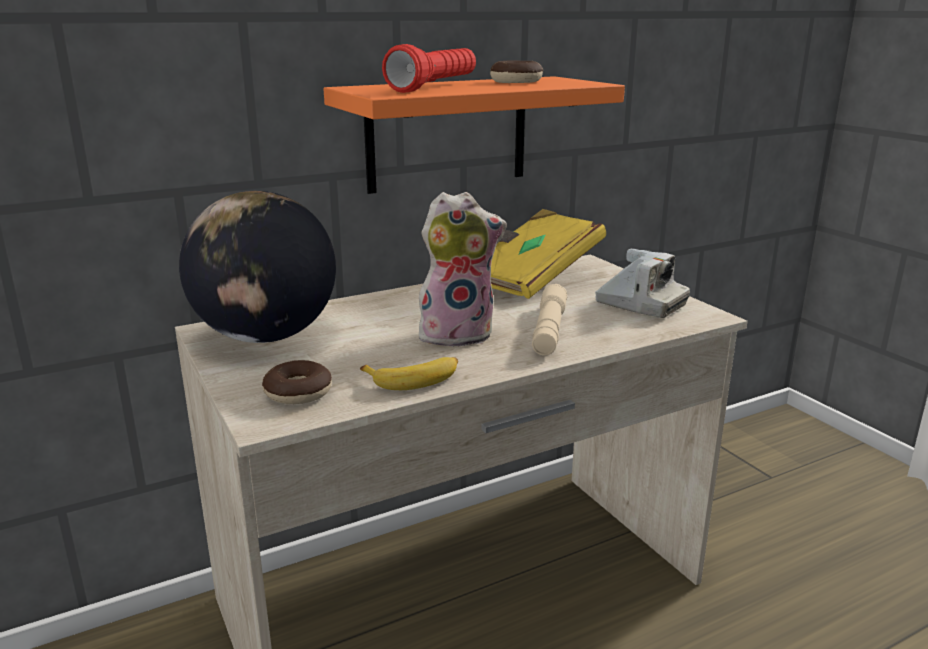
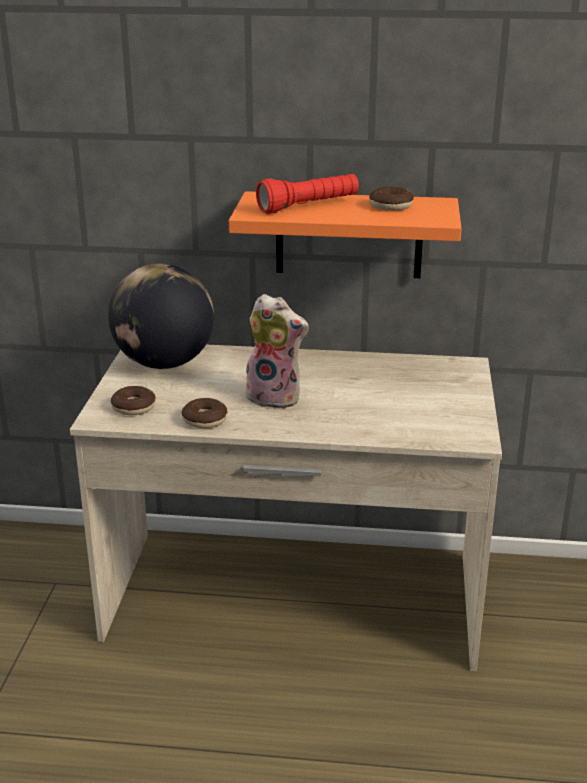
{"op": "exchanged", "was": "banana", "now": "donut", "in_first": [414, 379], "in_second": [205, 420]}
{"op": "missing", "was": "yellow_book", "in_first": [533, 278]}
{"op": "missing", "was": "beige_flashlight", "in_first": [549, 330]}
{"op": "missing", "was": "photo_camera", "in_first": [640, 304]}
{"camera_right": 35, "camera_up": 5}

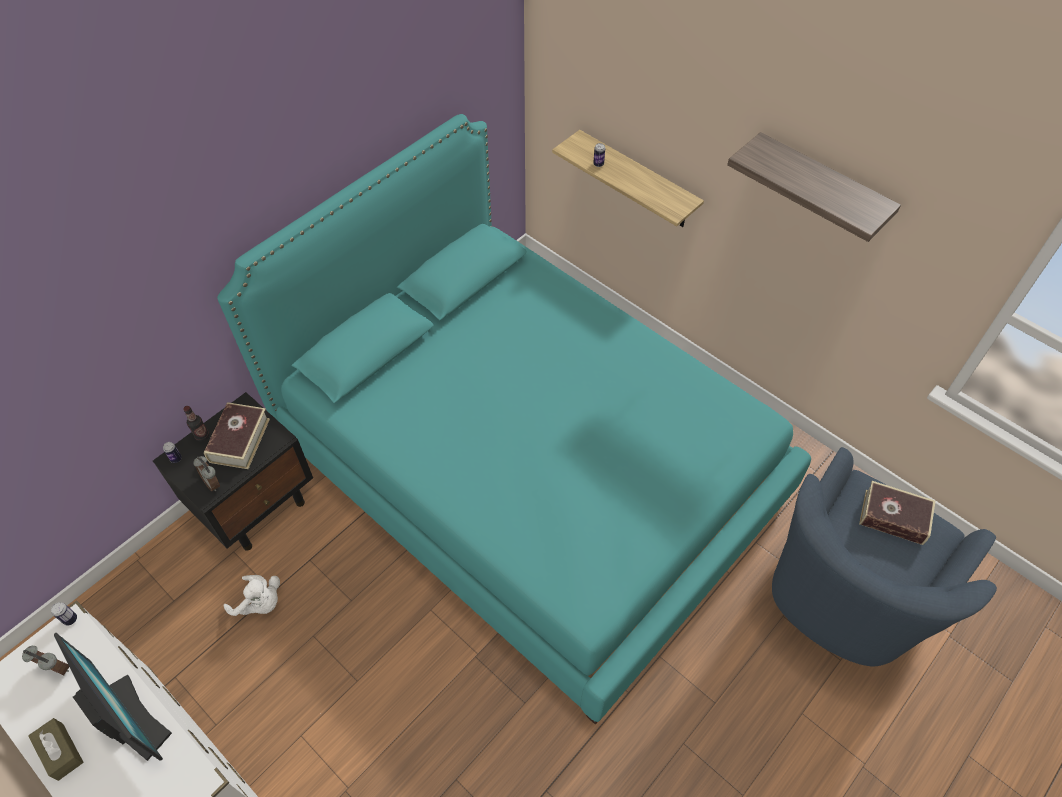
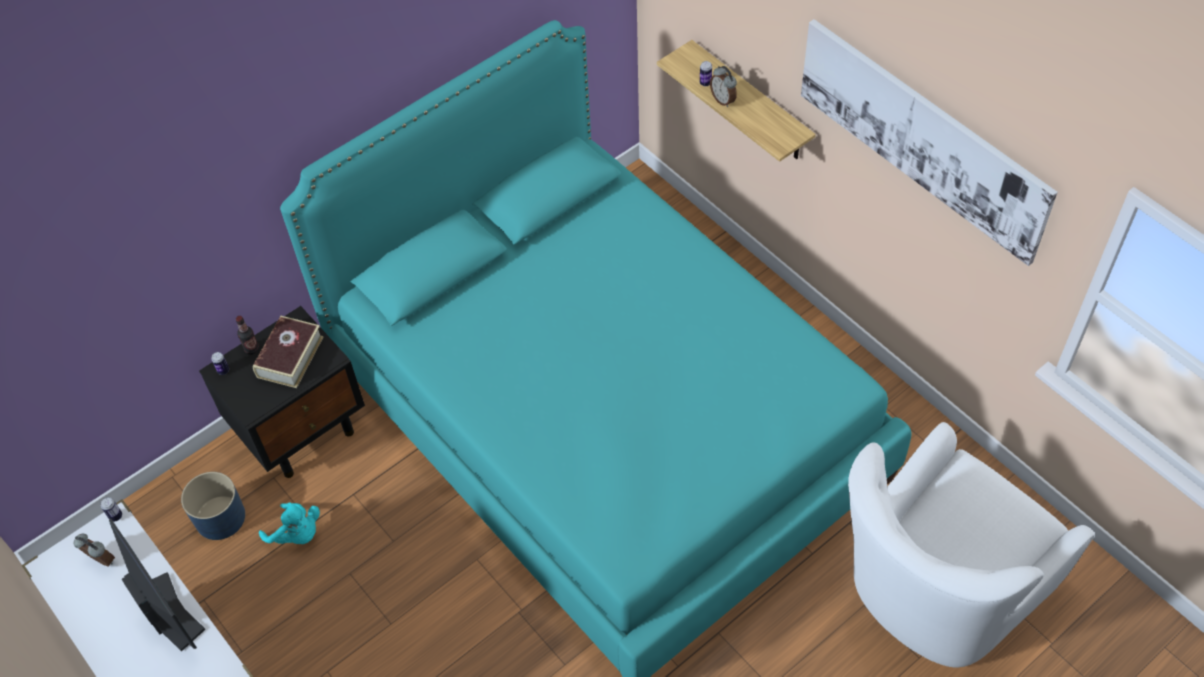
{"op": "appeared", "now": "blue_planter", "in_second": [221, 518]}
{"op": "colour", "was": "white_plush_toy", "now": "turquoise_plush_toy", "in_first": [260, 603], "in_second": [297, 534]}
{"op": "relocated", "was": "alarm_clock", "in_first": [213, 483], "in_second": [723, 100]}
{"op": "exchanged", "was": "shelf", "now": "picture", "in_first": [821, 188], "in_second": [921, 137]}
{"op": "colour", "was": "blue_armchair", "now": "white_armchair", "in_first": [843, 598], "in_second": [937, 592]}
{"op": "missing", "was": "brown_tissue_box", "in_first": [60, 751]}
{"op": "missing", "was": "book", "in_first": [893, 517]}
{"camera_right": 10, "camera_up": 0}

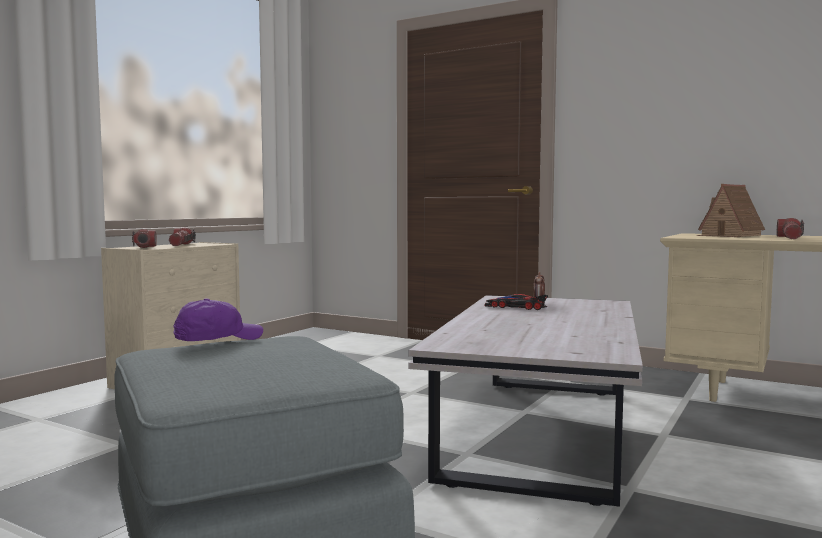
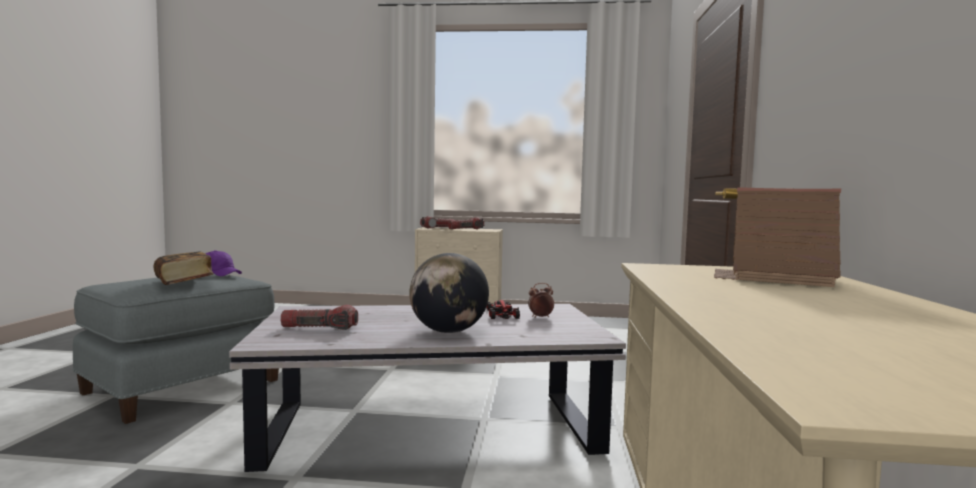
{"op": "appeared", "now": "book", "in_second": [184, 281]}
{"op": "relocated", "was": "flashlight", "in_first": [790, 238], "in_second": [320, 328]}
{"op": "appeared", "now": "globe", "in_second": [448, 331]}
{"camera_right": 65, "camera_up": 0}

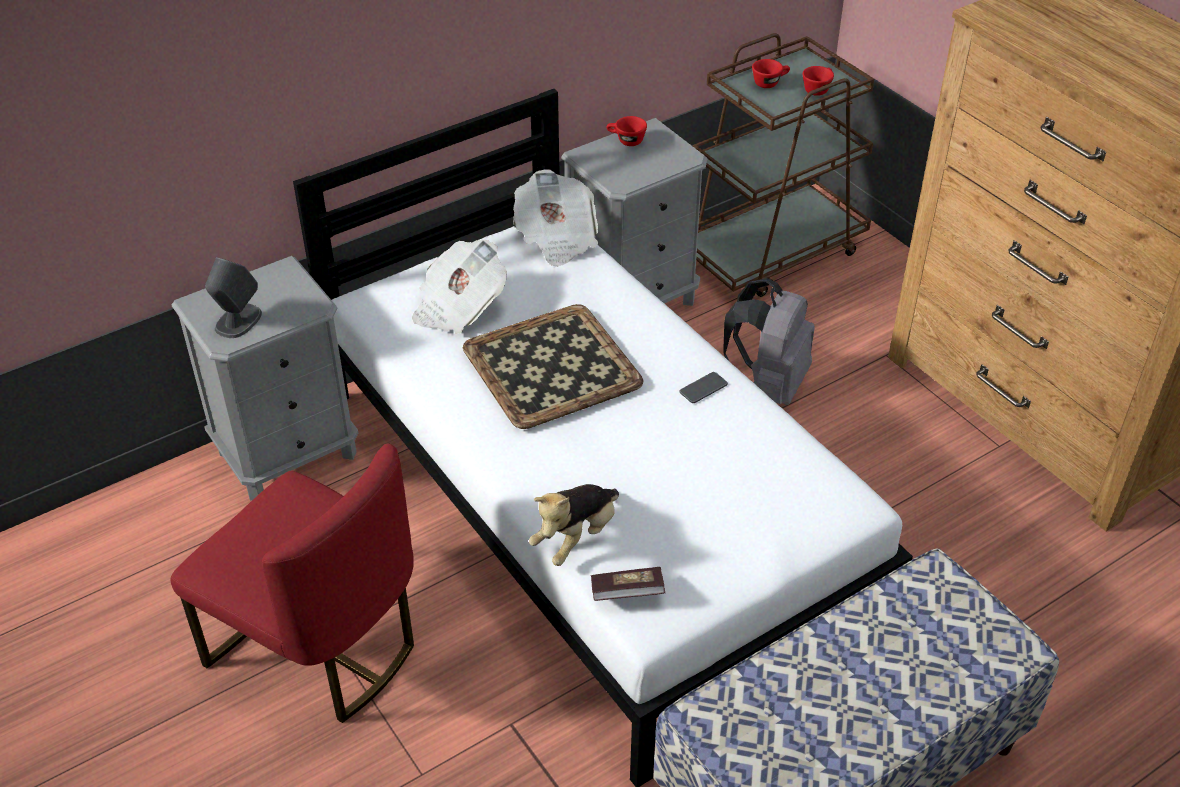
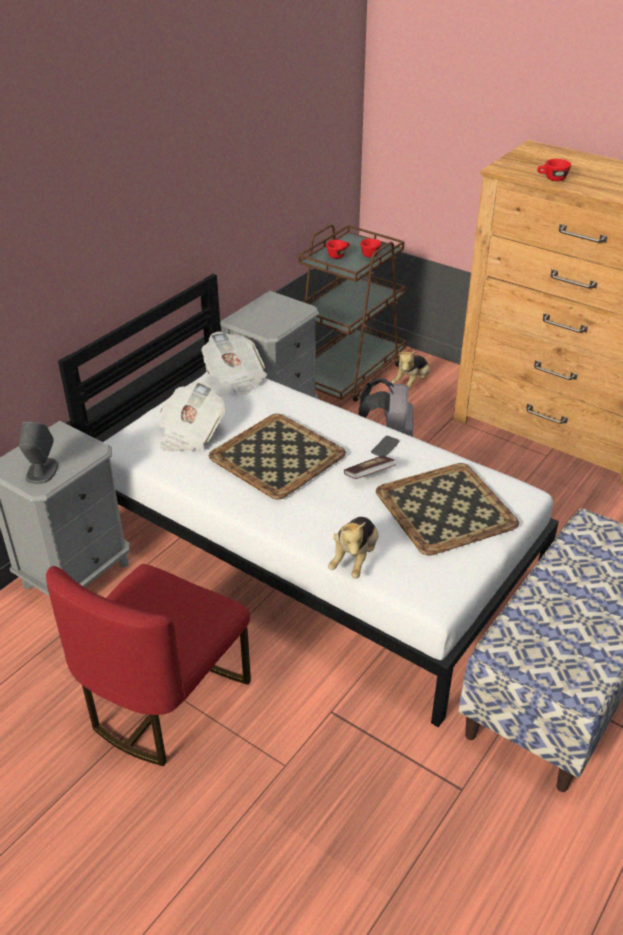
{"op": "spun", "was": "red_chair", "in_first": [318, 648], "in_second": [164, 701], "clockwise": 105}
{"op": "relocated", "was": "book", "in_first": [627, 594], "in_second": [369, 475]}
{"op": "appeared", "now": "tray", "in_second": [445, 509]}
{"op": "appeared", "now": "plush_toy", "in_second": [411, 383]}
{"op": "relocated", "was": "red_cup", "in_first": [626, 141], "in_second": [552, 179]}
{"camera_right": -20, "camera_up": -5}

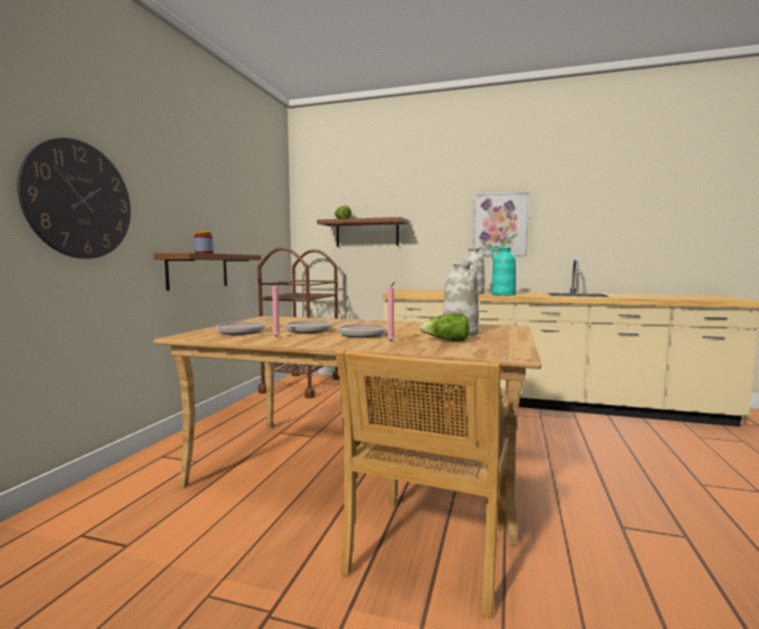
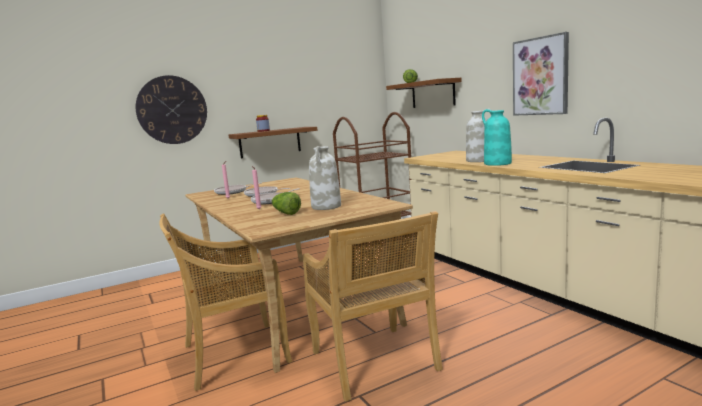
{"op": "appeared", "now": "beige_chair", "in_second": [374, 362]}
{"camera_right": 45, "camera_up": 5}

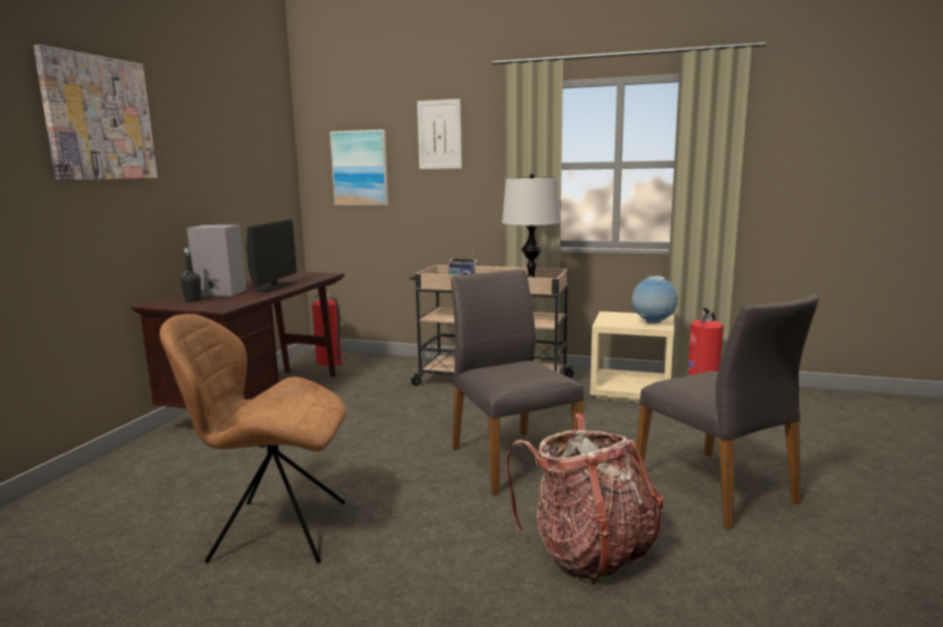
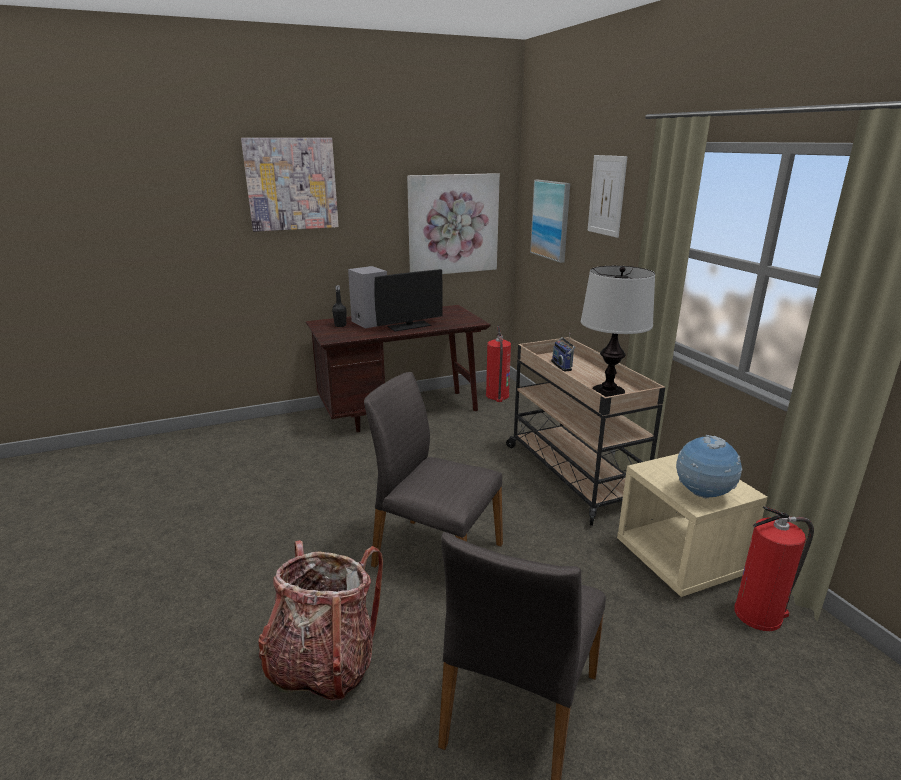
{"op": "spun", "was": "grey_chair", "in_first": [511, 459], "in_second": [435, 555], "clockwise": -90}
{"op": "appeared", "now": "picture", "in_second": [453, 224]}
{"op": "missing", "was": "brown_chair", "in_first": [274, 531]}
{"camera_right": 50, "camera_up": 10}

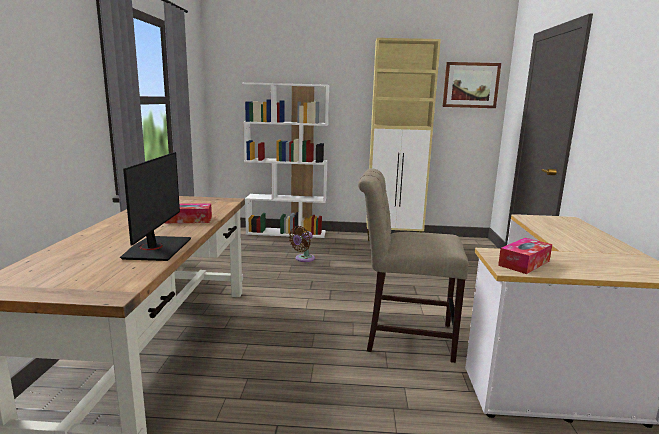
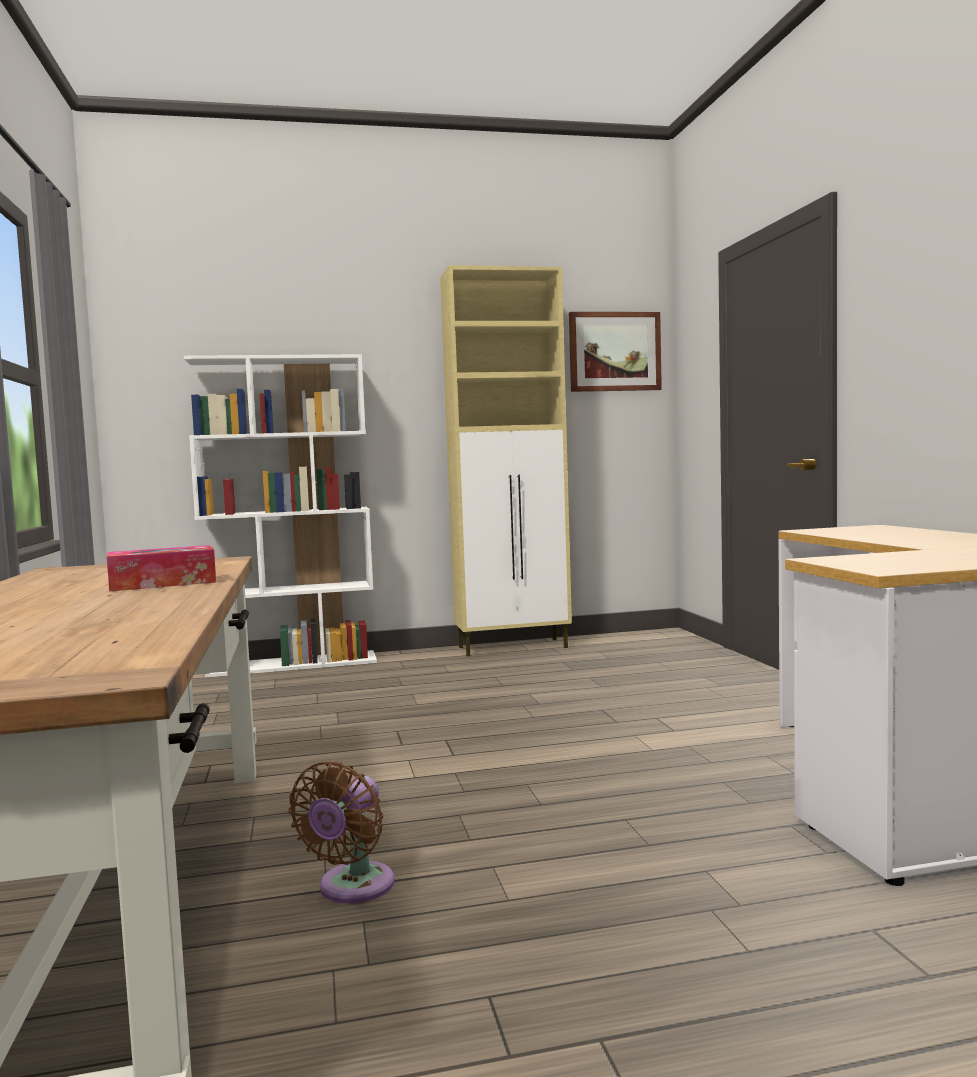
{"op": "relocated", "was": "brown_fan", "in_first": [303, 259], "in_second": [352, 888]}
{"op": "missing", "was": "monitor", "in_first": [157, 249]}
{"op": "missing", "was": "beige_chair", "in_first": [403, 336]}
{"op": "missing", "was": "tissue_box", "in_first": [524, 263]}
{"camera_right": -15, "camera_up": -10}

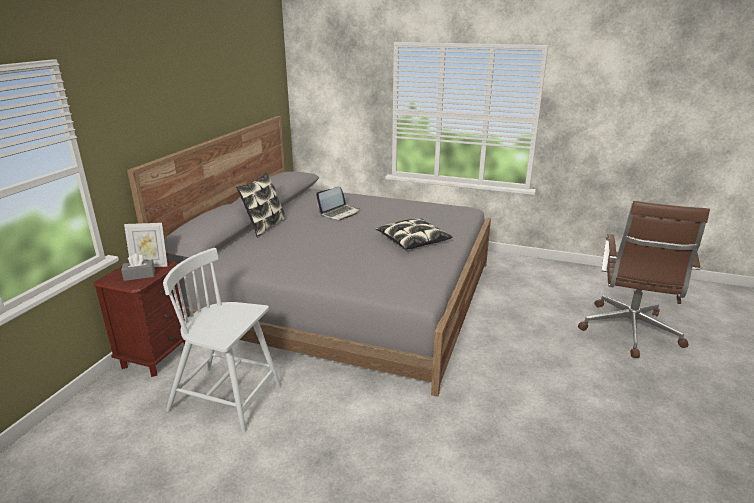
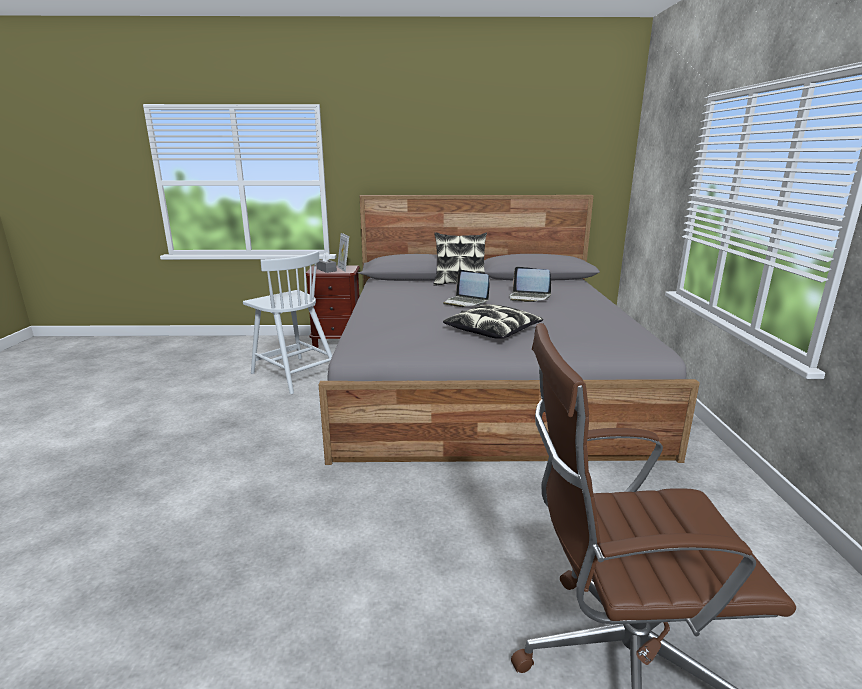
{"op": "spun", "was": "white_chair", "in_first": [227, 398], "in_second": [294, 374], "clockwise": 135}
{"op": "appeared", "now": "laptop", "in_second": [465, 302]}
{"camera_right": 70, "camera_up": -5}

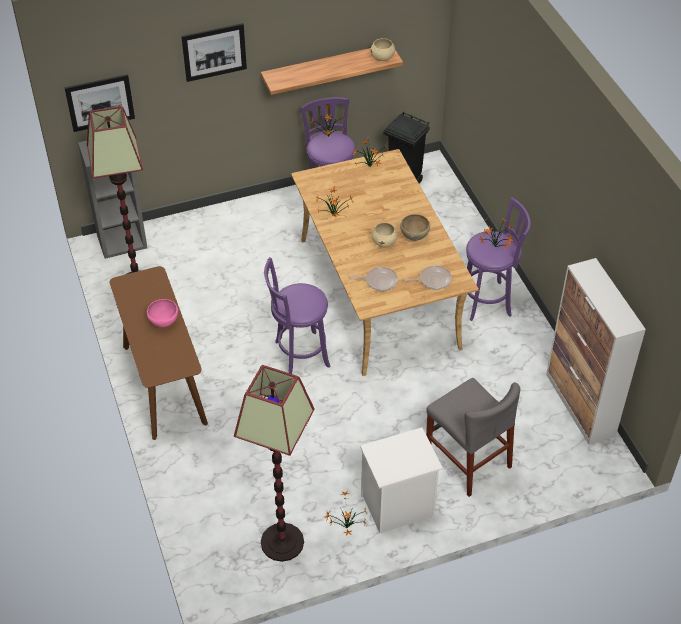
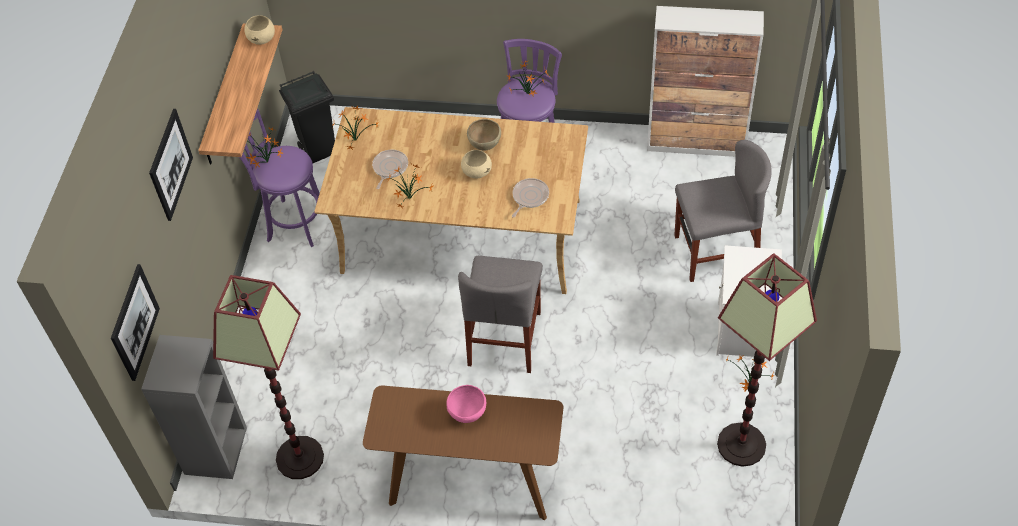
{"op": "relocated", "was": "frying_pan", "in_first": [433, 280], "in_second": [389, 168]}
{"op": "exchanged", "was": "purple_stool", "now": "grey_chair", "in_first": [299, 355], "in_second": [505, 338]}
{"camera_right": -60, "camera_up": 5}

